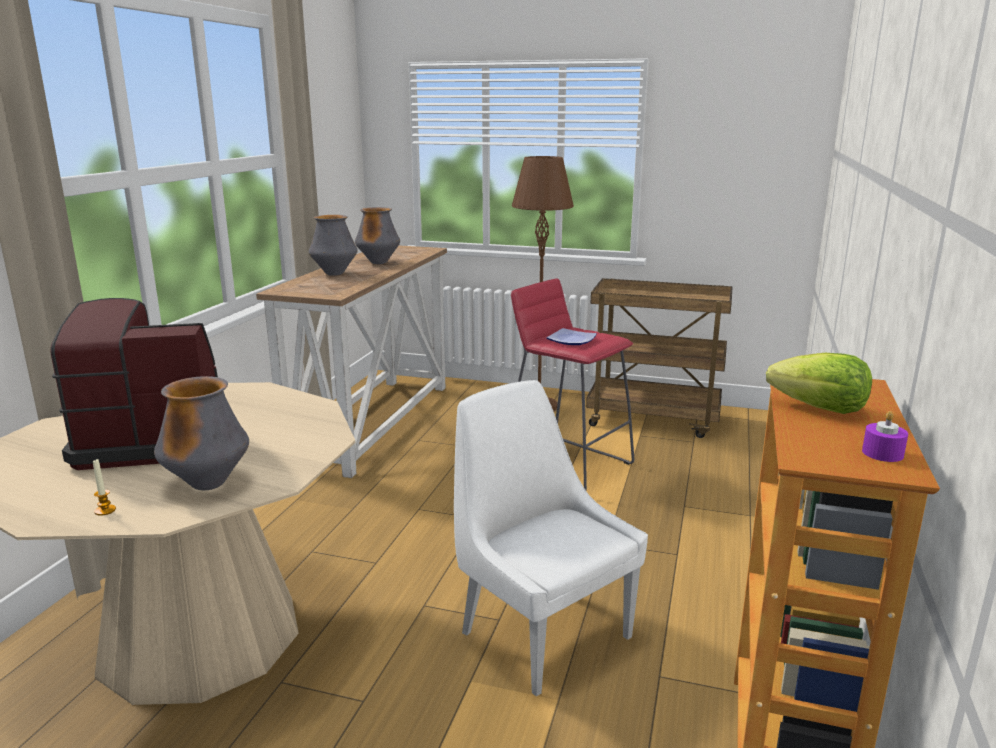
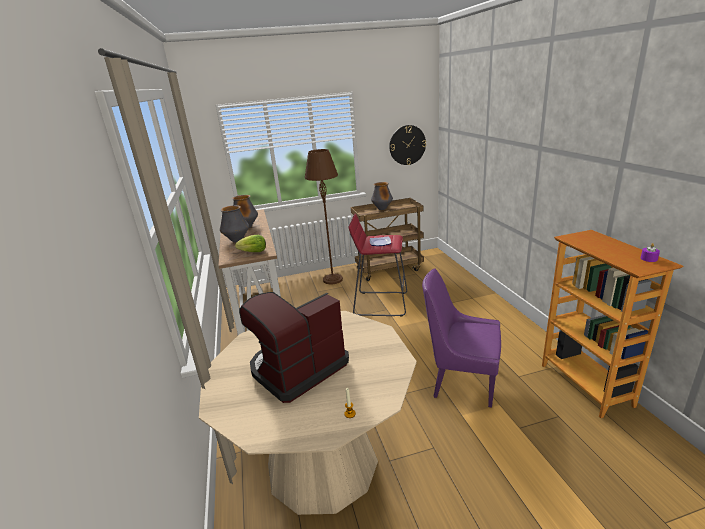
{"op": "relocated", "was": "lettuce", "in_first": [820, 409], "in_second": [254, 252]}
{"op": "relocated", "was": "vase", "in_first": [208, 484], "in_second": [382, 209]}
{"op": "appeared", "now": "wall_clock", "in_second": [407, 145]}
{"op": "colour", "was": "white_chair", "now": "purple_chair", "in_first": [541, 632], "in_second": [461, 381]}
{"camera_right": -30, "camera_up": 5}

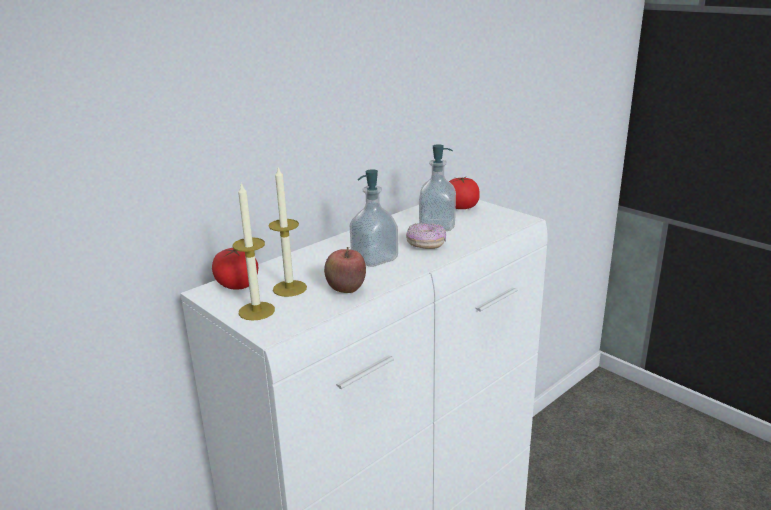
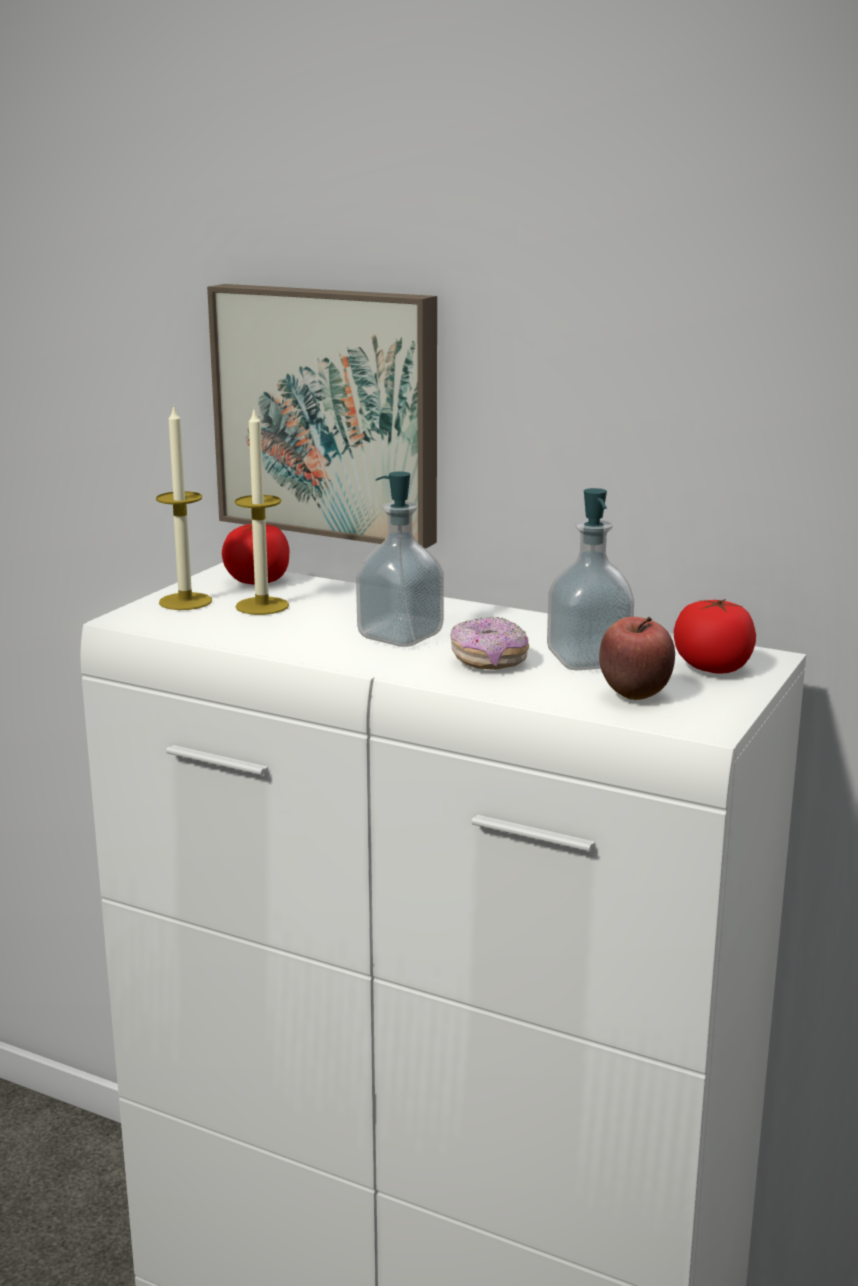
{"op": "appeared", "now": "picture", "in_second": [329, 412]}
{"op": "relocated", "was": "apple", "in_first": [346, 290], "in_second": [634, 695]}
{"camera_right": 70, "camera_up": -5}

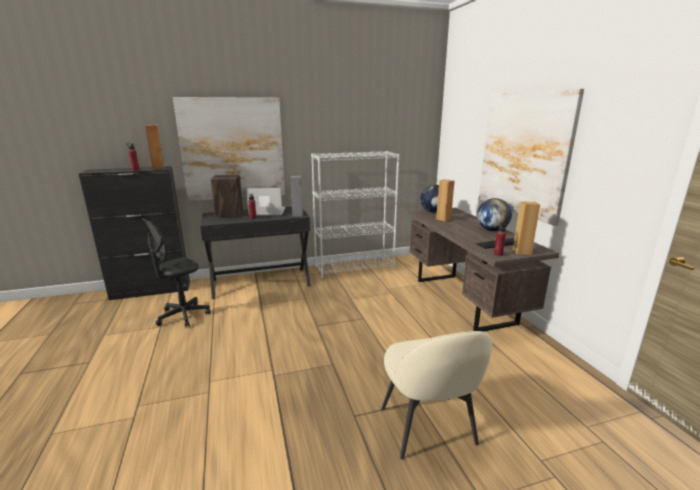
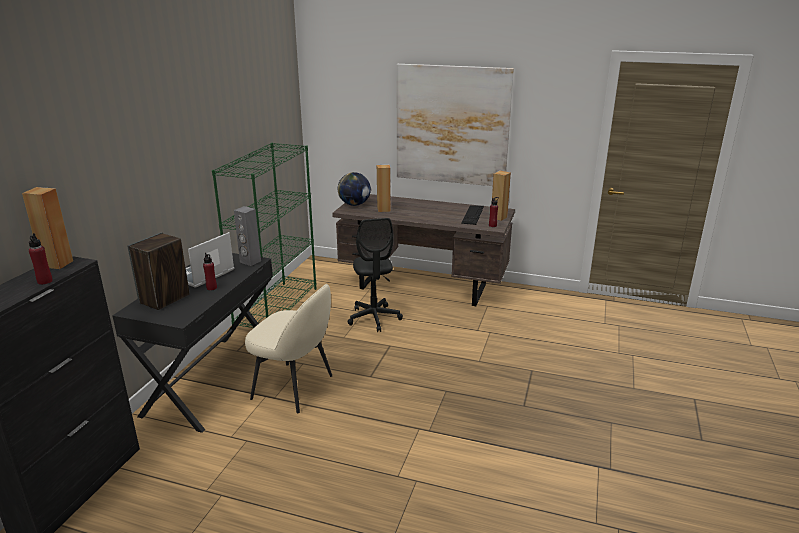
{"op": "colour", "was": "white_bookcase", "now": "green_bookcase", "in_first": [354, 267], "in_second": [277, 307]}
{"op": "relocated", "was": "beige_chair", "in_first": [428, 428], "in_second": [294, 388]}
{"op": "relocated", "was": "black_office_chair", "in_first": [183, 316], "in_second": [374, 318]}
{"op": "missing", "was": "picture", "in_first": [233, 149]}
{"op": "missing", "was": "globe", "in_first": [492, 230]}
{"camera_right": -55, "camera_up": 5}

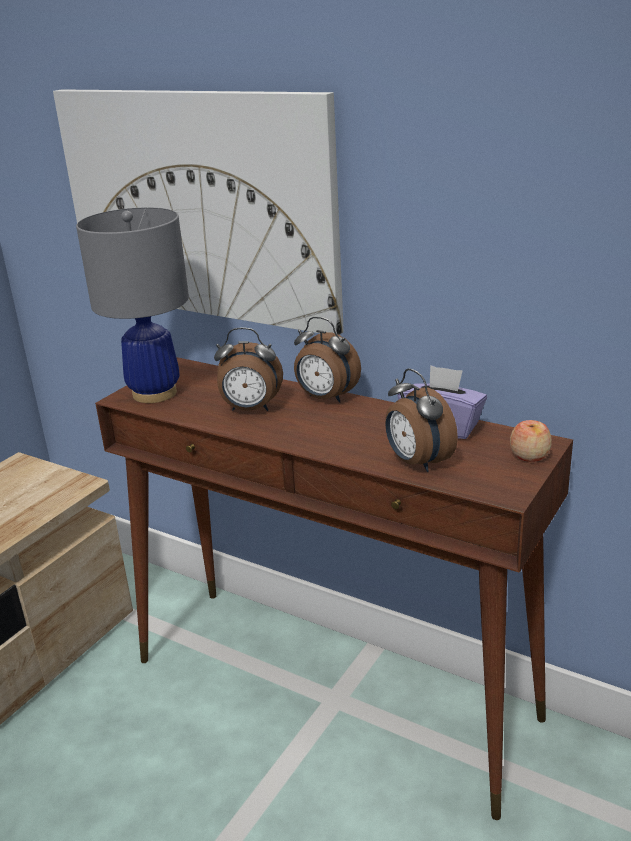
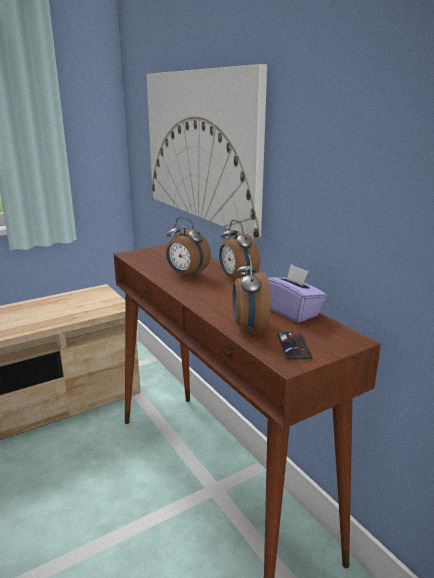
{"op": "appeared", "now": "phone", "in_second": [294, 346]}
{"op": "missing", "was": "grey_table_lamp", "in_first": [154, 393]}
{"op": "missing", "was": "apple", "in_first": [529, 455]}
{"camera_right": 25, "camera_up": -5}

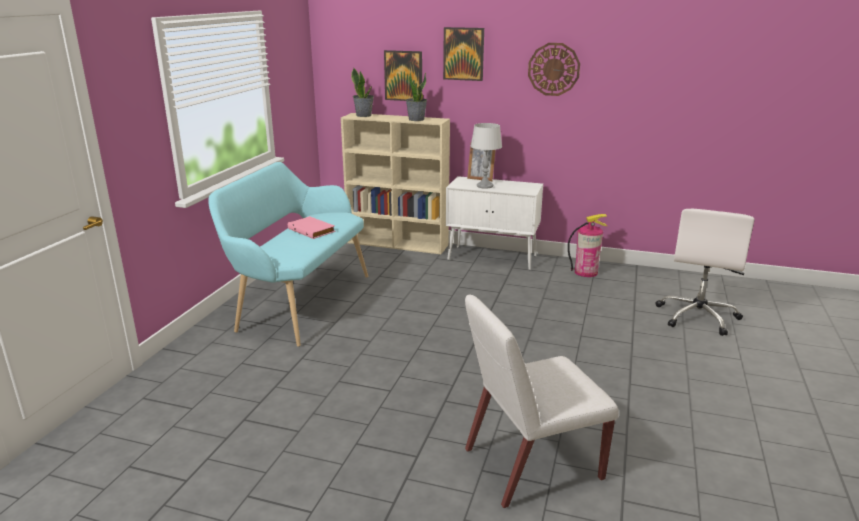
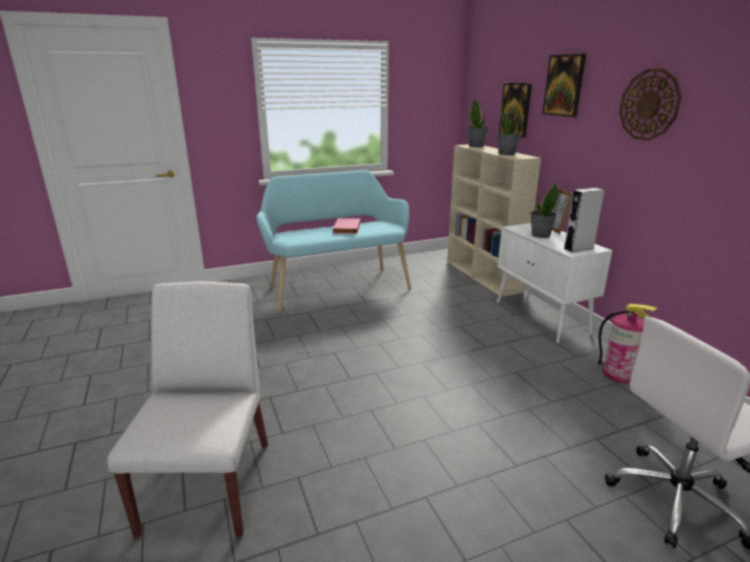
{"op": "spun", "was": "white_chair", "in_first": [530, 464], "in_second": [209, 485], "clockwise": 60}
{"op": "exchanged", "was": "grey_table_lamp", "now": "potted_plant", "in_first": [484, 186], "in_second": [540, 235]}
{"op": "appeared", "now": "grey_speaker", "in_second": [578, 248]}
{"camera_right": 50, "camera_up": 0}

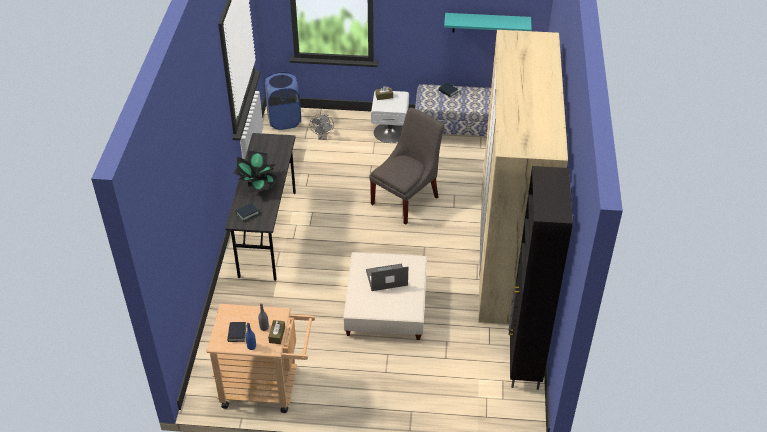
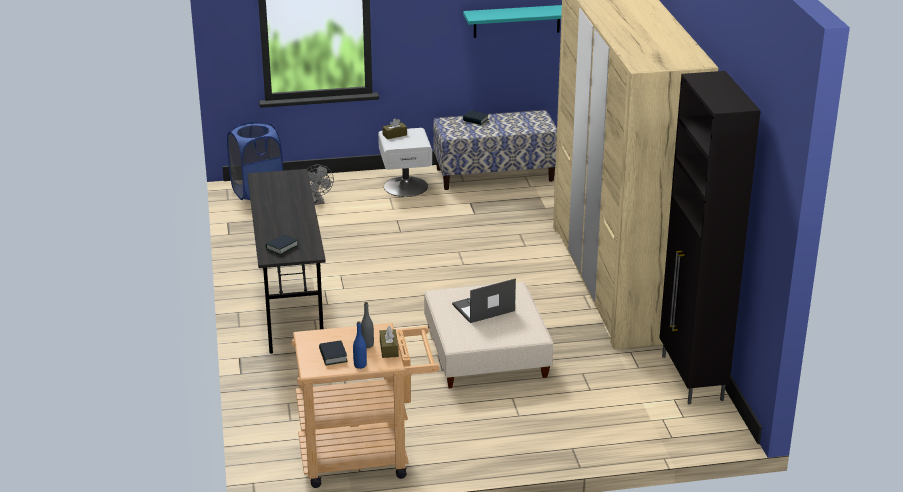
{"op": "missing", "was": "potted_plant", "in_first": [257, 184]}
{"op": "missing", "was": "grey_chair", "in_first": [407, 199]}
{"camera_right": -15, "camera_up": -15}

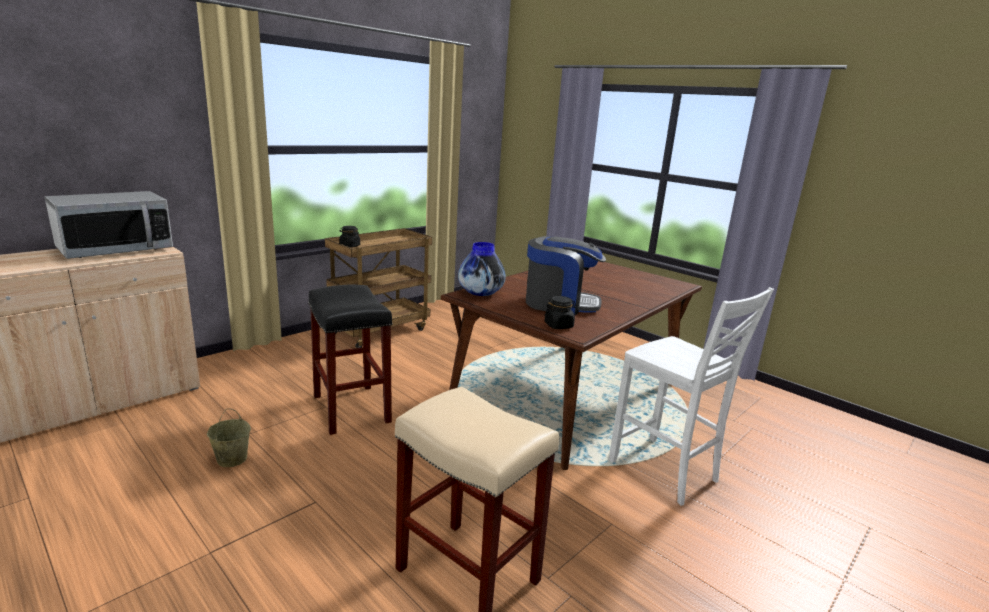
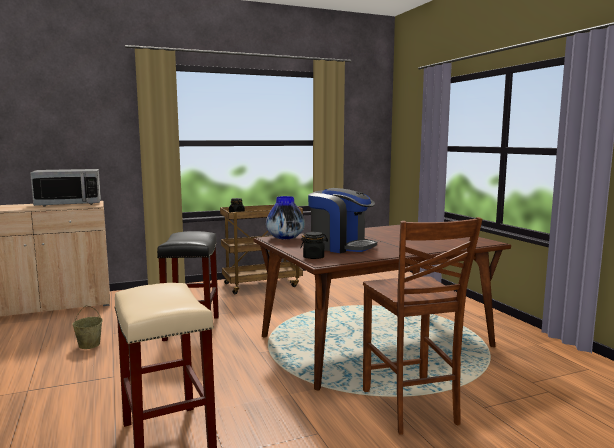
{"op": "colour", "was": "white_chair", "now": "brown_chair", "in_first": [665, 472], "in_second": [410, 408]}
{"camera_right": 25, "camera_up": -10}

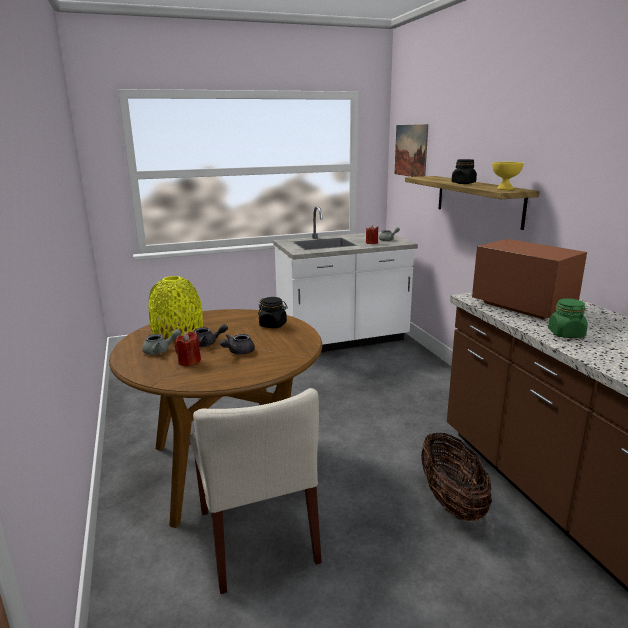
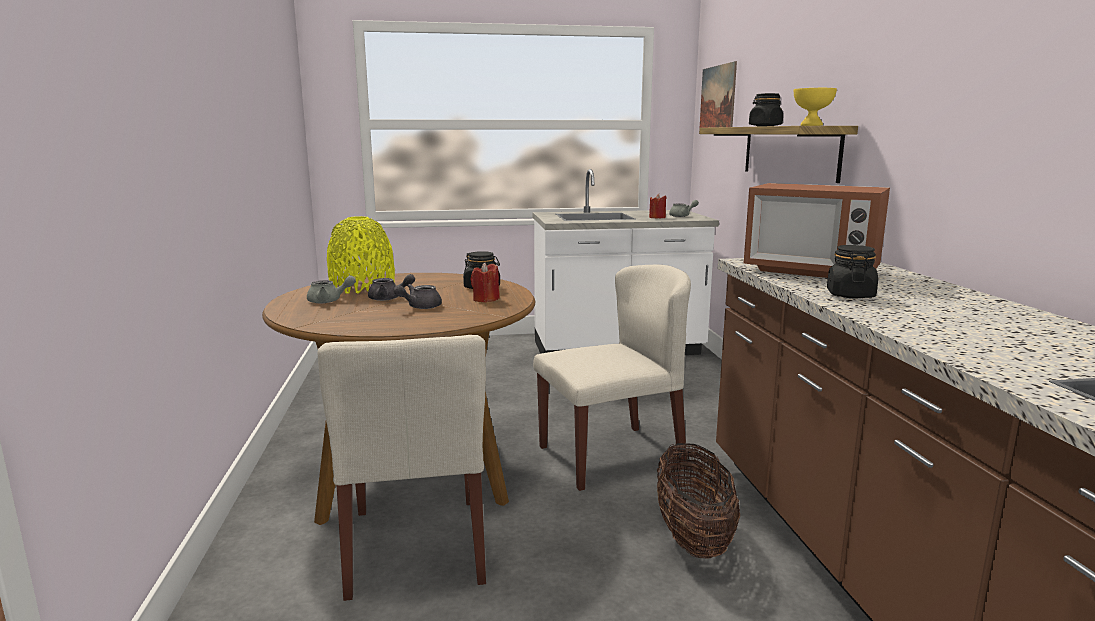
{"op": "relocated", "was": "red_candle", "in_first": [189, 362], "in_second": [485, 299]}
{"op": "appeared", "now": "beige_chair", "in_second": [611, 456]}
{"op": "spun", "was": "microwave", "in_first": [523, 307], "in_second": [811, 271], "clockwise": 150}
{"op": "colour", "was": "green_jar", "now": "black_jar", "in_first": [565, 334], "in_second": [850, 295]}
{"camera_right": 10, "camera_up": -5}

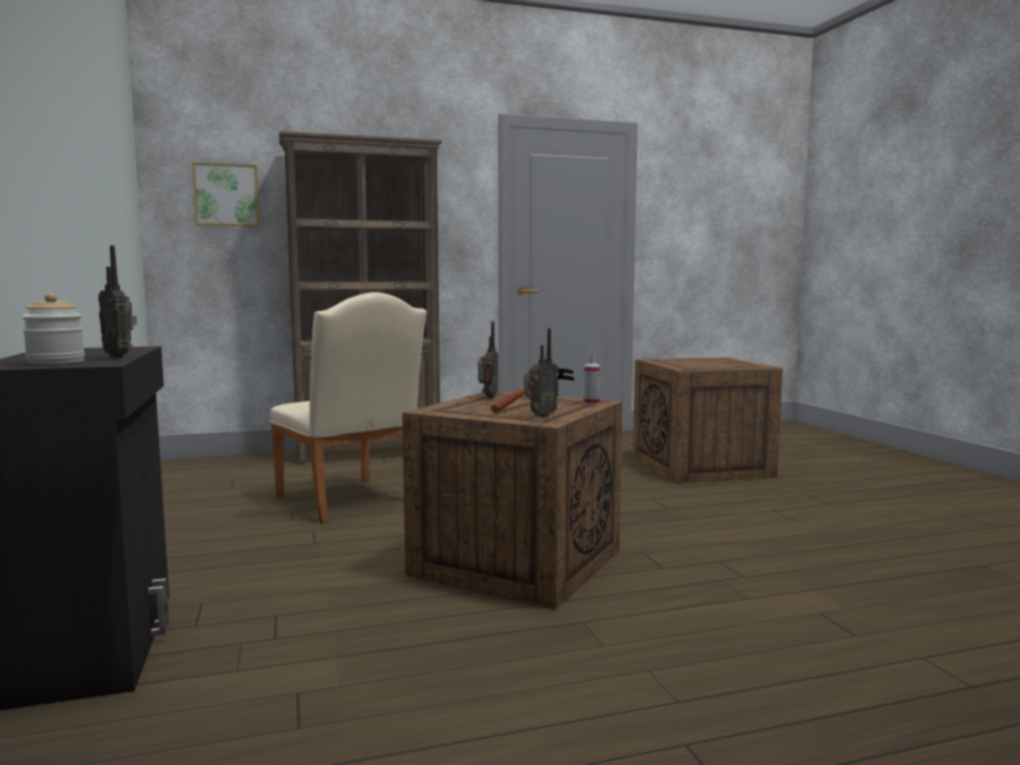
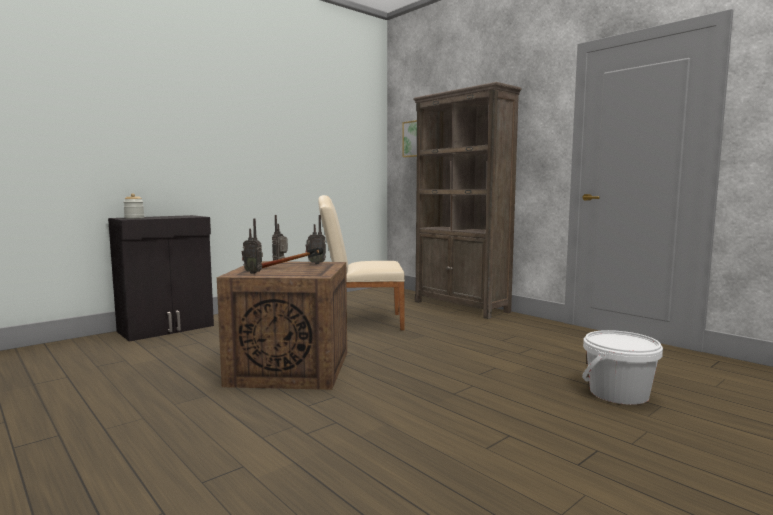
{"op": "relocated", "was": "radio", "in_first": [120, 356], "in_second": [281, 262]}
{"op": "spun", "was": "beige_chair", "in_first": [351, 502], "in_second": [361, 322], "clockwise": 60}
{"op": "exchanged", "was": "crate", "now": "white_bucket", "in_first": [703, 467], "in_second": [618, 393]}
{"op": "missing", "was": "spray_bottle", "in_first": [591, 403]}
{"camera_right": 65, "camera_up": 0}

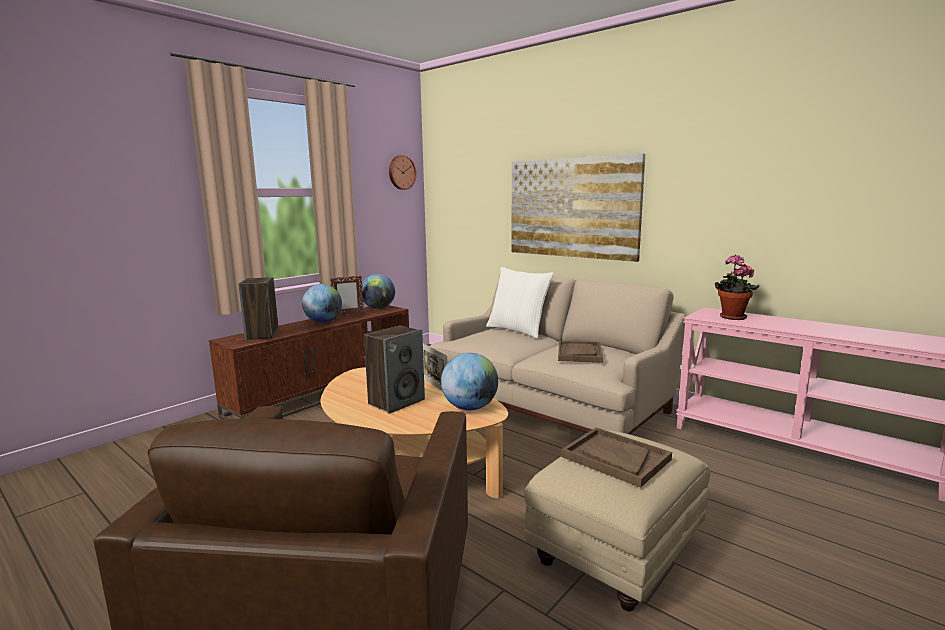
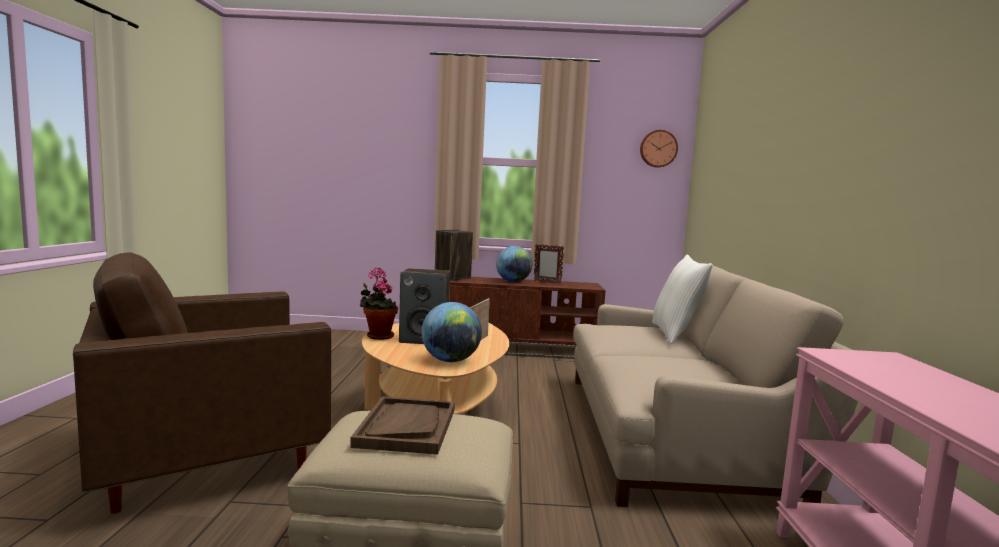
{"op": "relocated", "was": "potted_plant", "in_first": [731, 318], "in_second": [378, 336]}
{"op": "missing", "was": "globe", "in_first": [378, 308]}
{"op": "missing", "was": "picture", "in_first": [572, 208]}
{"op": "missing", "was": "brown_tray", "in_first": [579, 353]}
{"camera_right": 50, "camera_up": -5}

